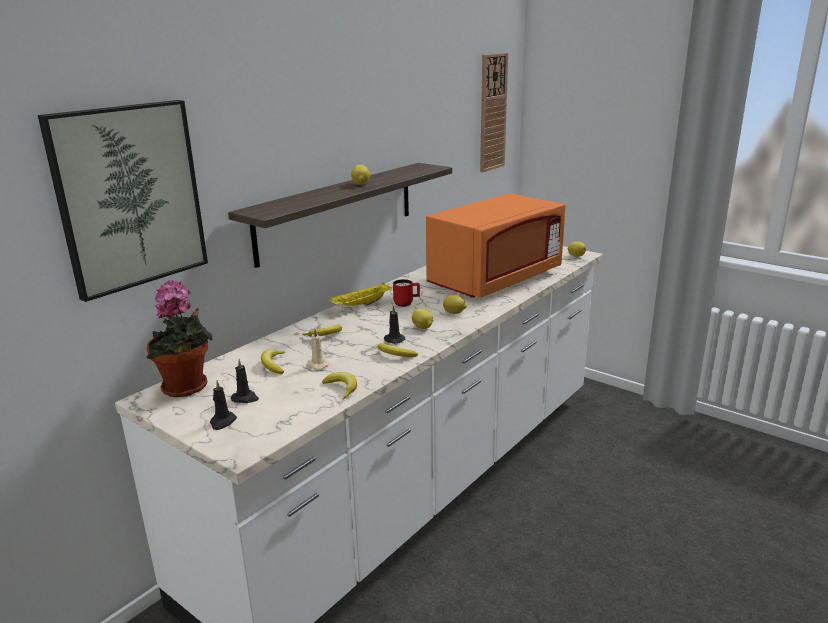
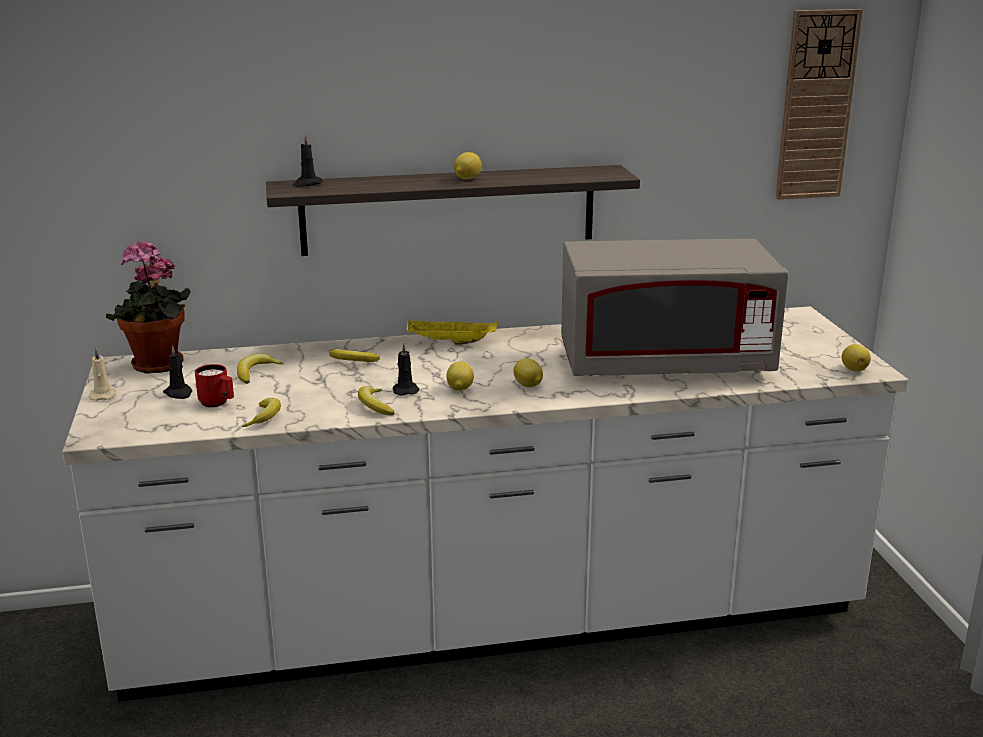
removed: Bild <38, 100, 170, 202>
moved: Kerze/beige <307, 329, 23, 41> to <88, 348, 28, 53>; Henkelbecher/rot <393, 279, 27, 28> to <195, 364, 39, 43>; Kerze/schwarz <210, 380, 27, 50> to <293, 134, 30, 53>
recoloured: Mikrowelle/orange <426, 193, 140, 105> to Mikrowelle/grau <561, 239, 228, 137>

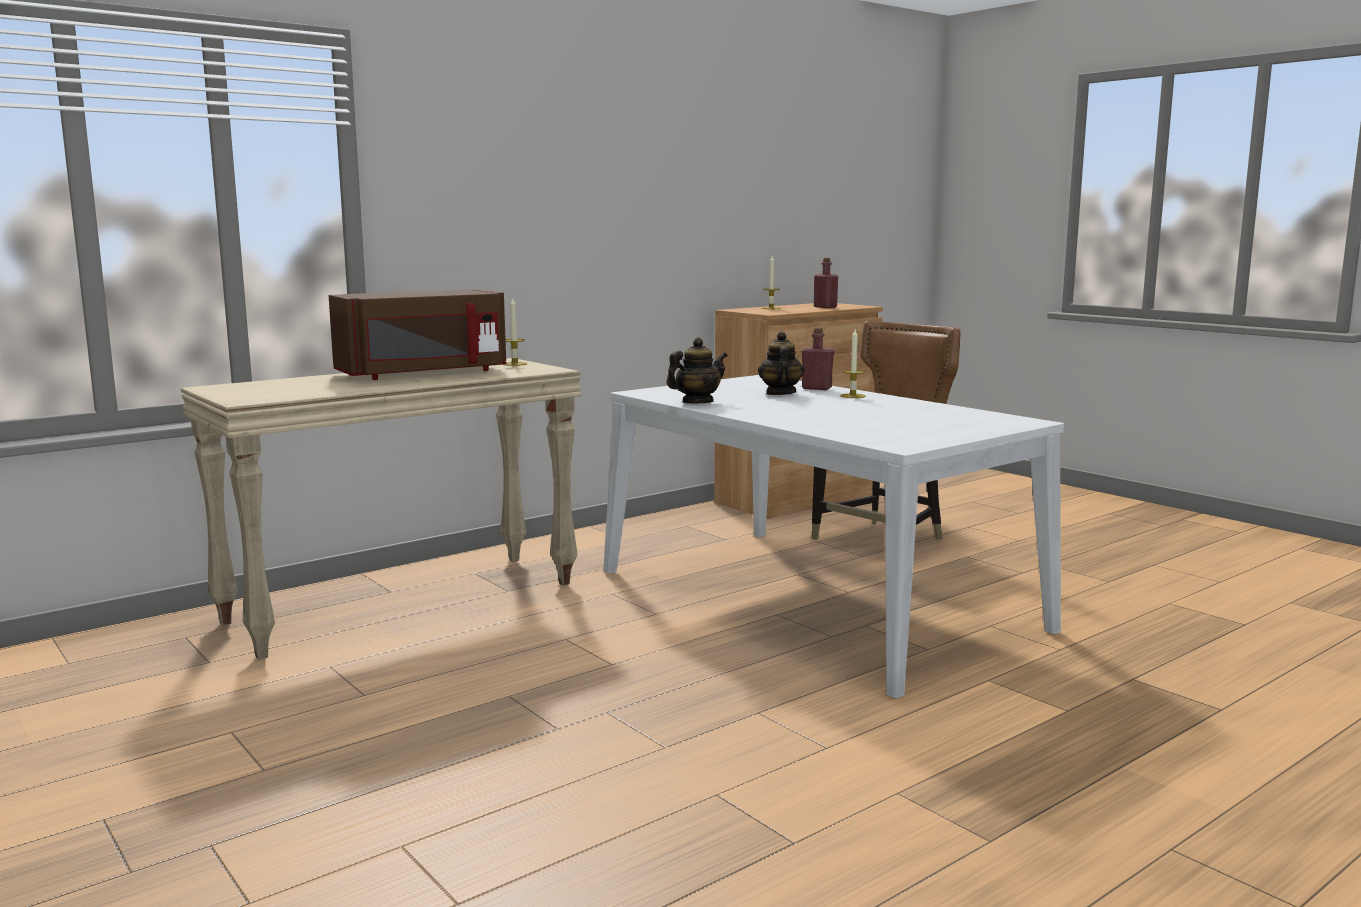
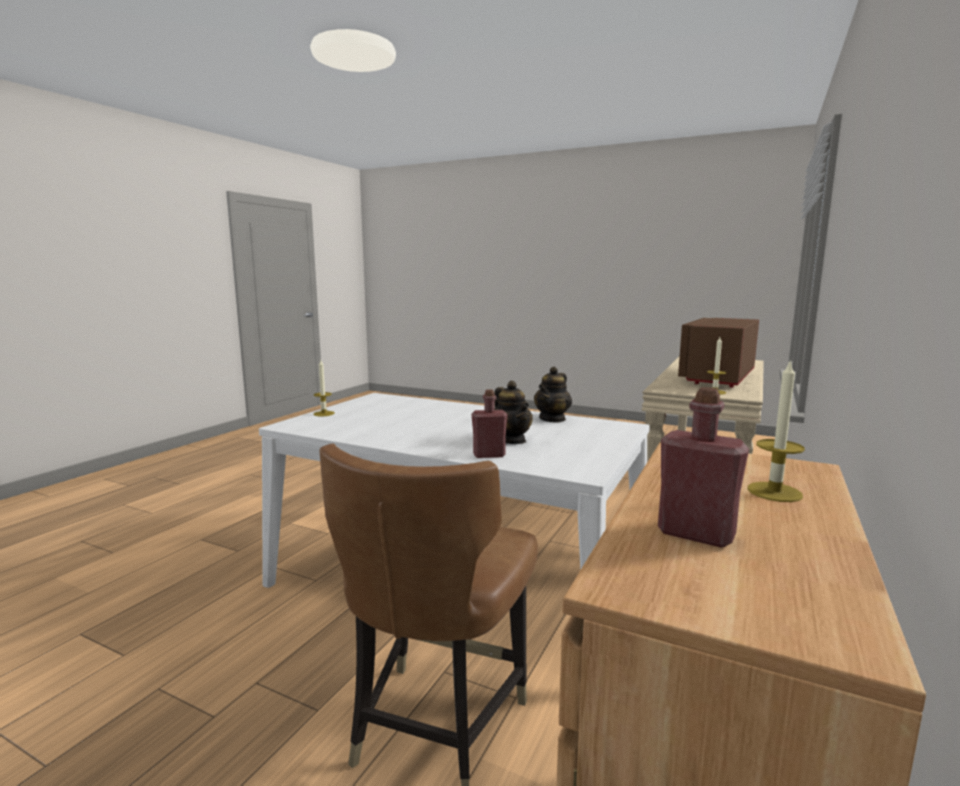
moved: Kerze <840, 330, 26, 68> to <313, 360, 22, 56>

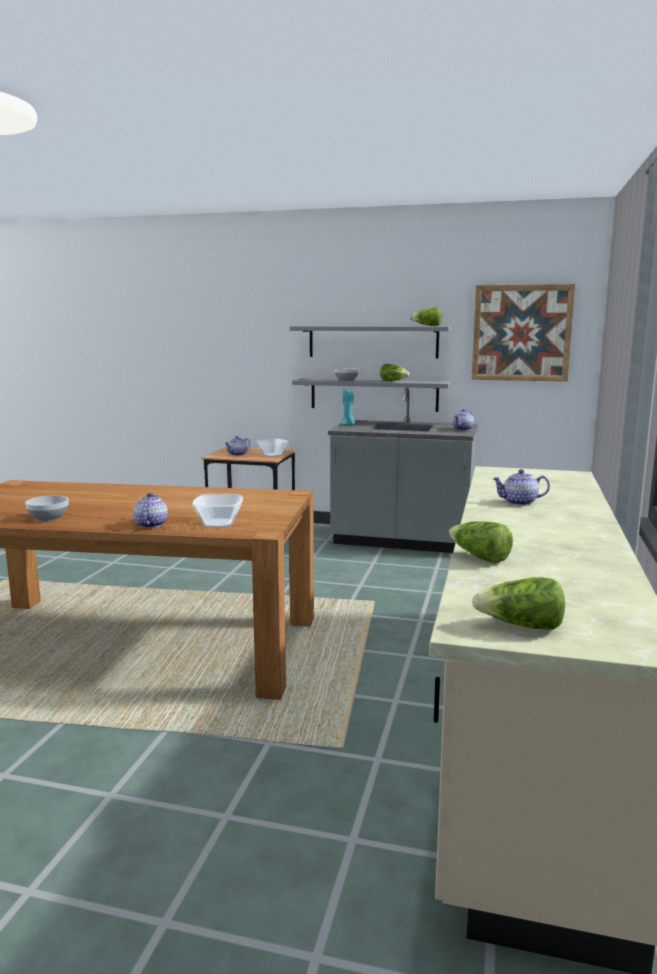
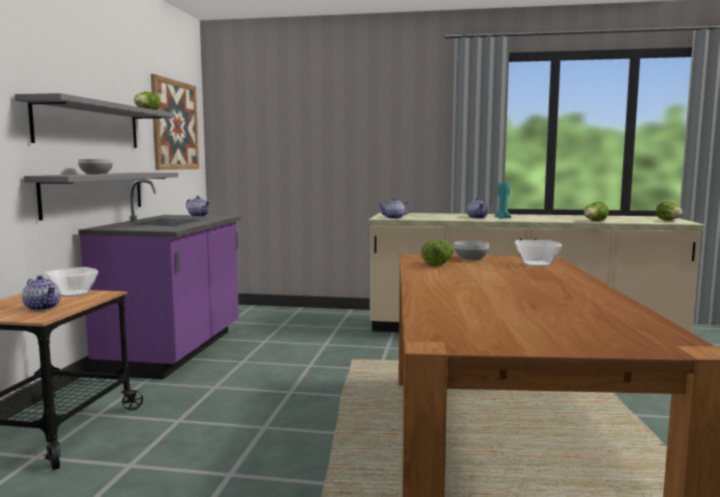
moved: Teekanne <133, 493, 35, 35> to <378, 198, 33, 21>; Salatkopf <380, 364, 30, 17> to <421, 240, 32, 26>; Schüssel <25, 496, 44, 25> to <454, 241, 35, 19>; Kerze/türkis <341, 390, 14, 35> to <494, 182, 17, 37>
recoloured: Küchenzeile/grau <328, 387, 150, 166> to Küchenzeile/lila <78, 179, 163, 200>

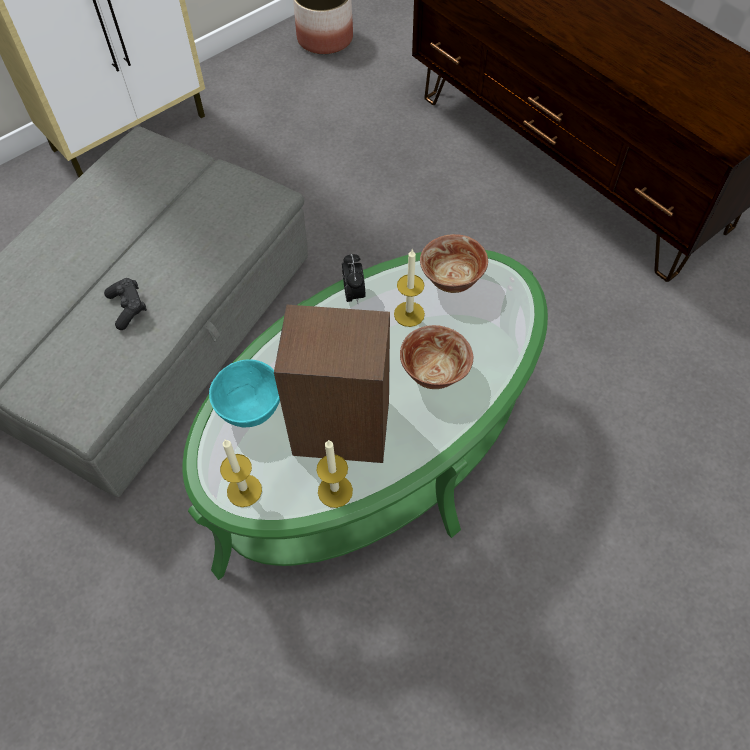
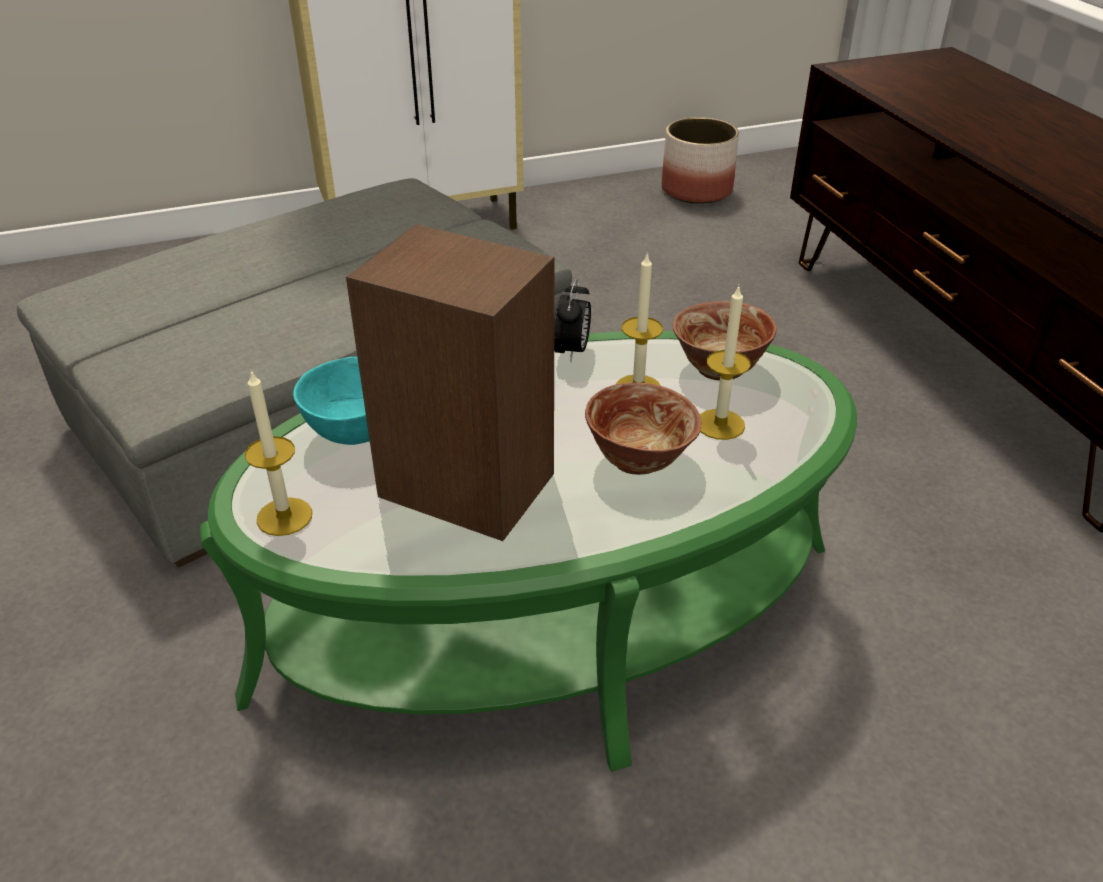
removed: Gamepad/schwarz <104, 278, 43, 52>
moved: Kerze <316, 440, 37, 68> to <700, 286, 51, 154>

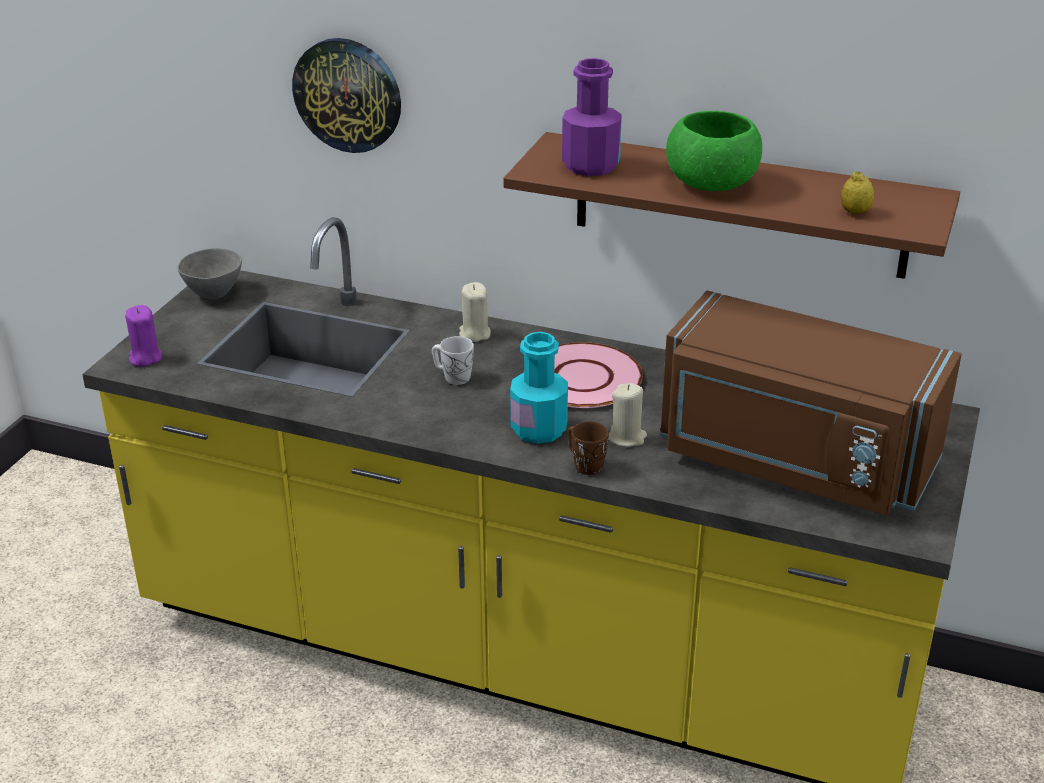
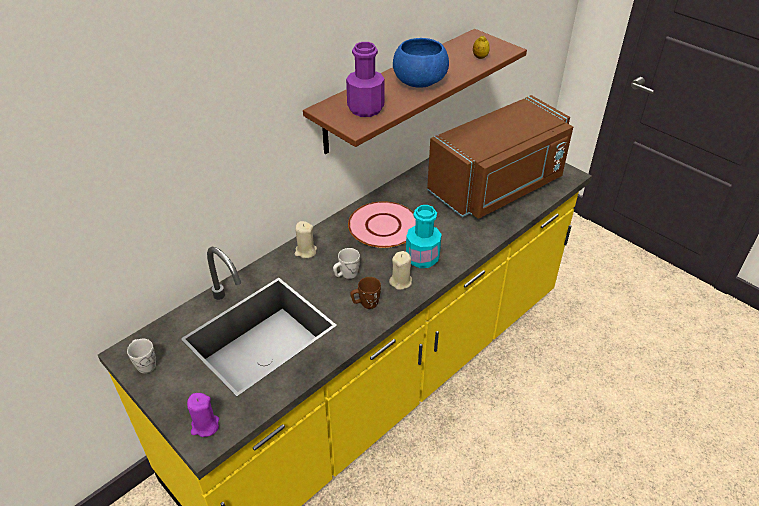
removed: Wanduhr <292, 38, 109, 115>
moved: Henkelbecher/braun <567, 421, 42, 54> to <350, 277, 31, 32>; Kerze/beige <608, 383, 39, 64> to <389, 251, 23, 39>
replaced: Schüssel/grau <178, 248, 64, 51> to Henkelbecher/weiß <127, 339, 29, 34>
recoloured: Schüssel/grün <666, 111, 96, 80> to Schüssel/blau <393, 38, 56, 50>

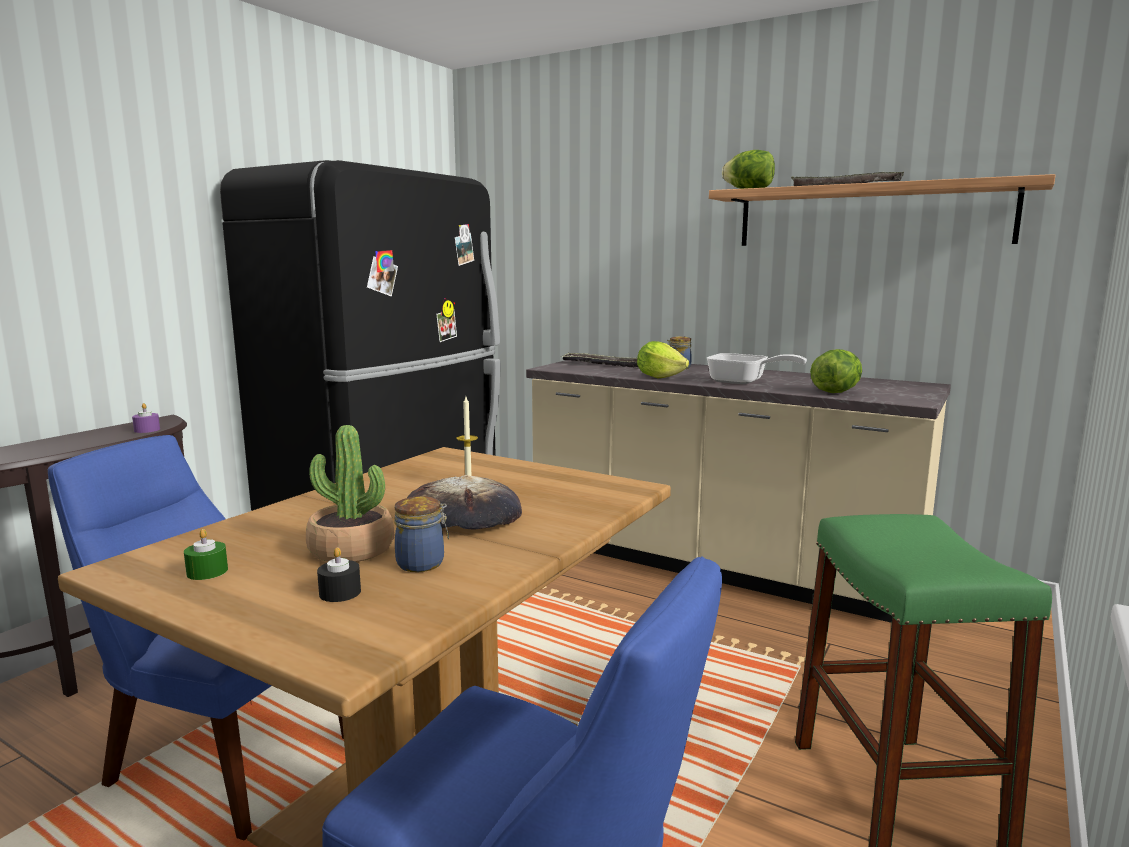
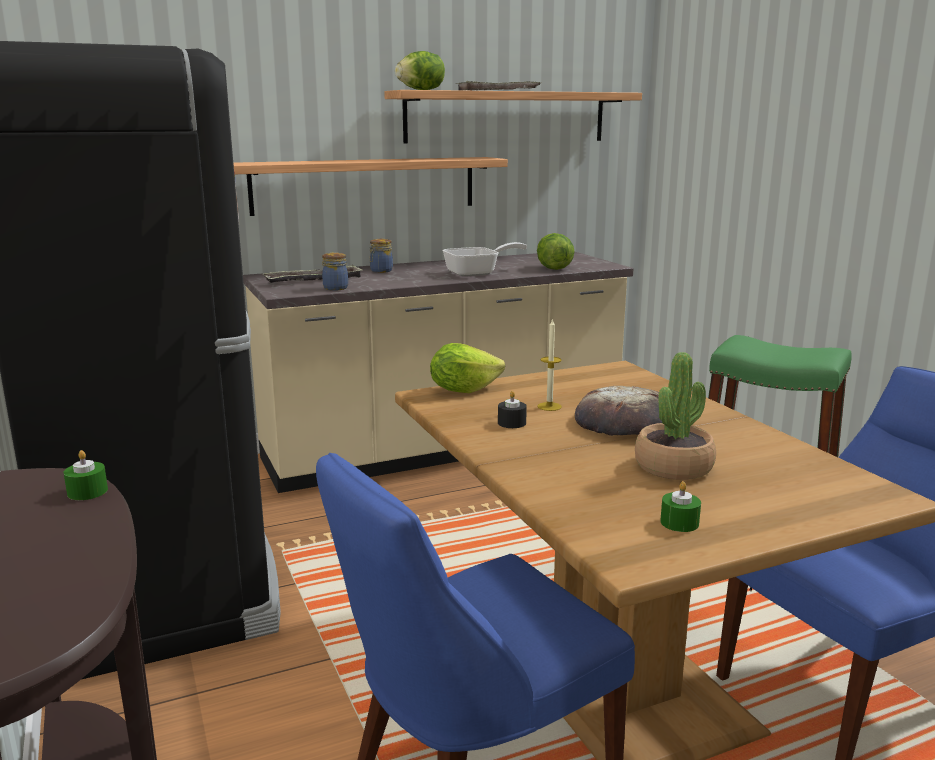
added: Wandregal <233, 157, 275, 59>
moved: Vorratsglas <394, 496, 55, 76> to <322, 253, 26, 38>; Salatkopf <637, 341, 52, 38> to <430, 343, 75, 50>; Kerze/schwarz <317, 547, 44, 55> to <498, 391, 29, 37>
recoloured: Kerze/lila <132, 403, 28, 30> to Kerze/grün <64, 450, 44, 50>

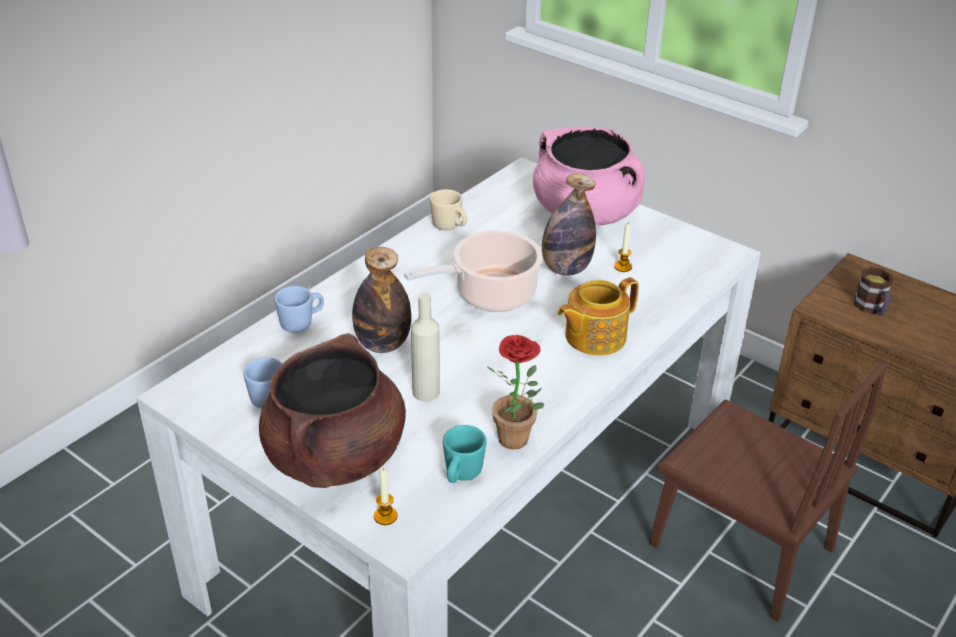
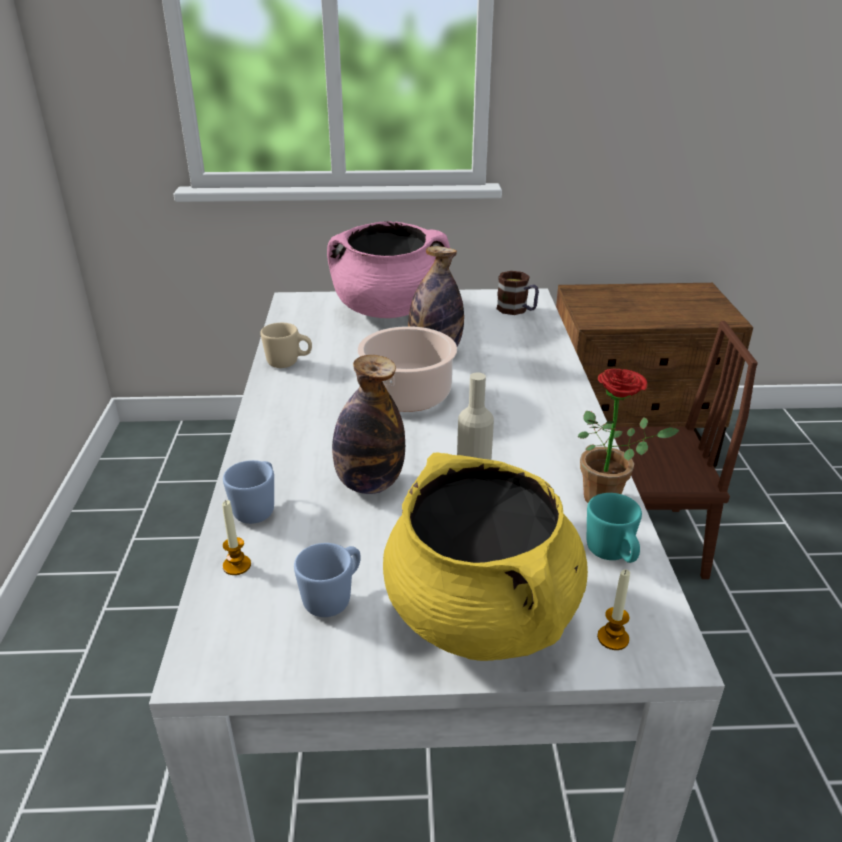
removed: Teekanne <557, 277, 82, 78>
moved: Kerze <614, 223, 18, 49> to <222, 500, 29, 75>; Henkelbecher <854, 267, 39, 48> to <497, 271, 42, 44>
recoloured: Kochtopf/braun <259, 333, 147, 155> to Kochtopf/gelb <383, 452, 205, 209>

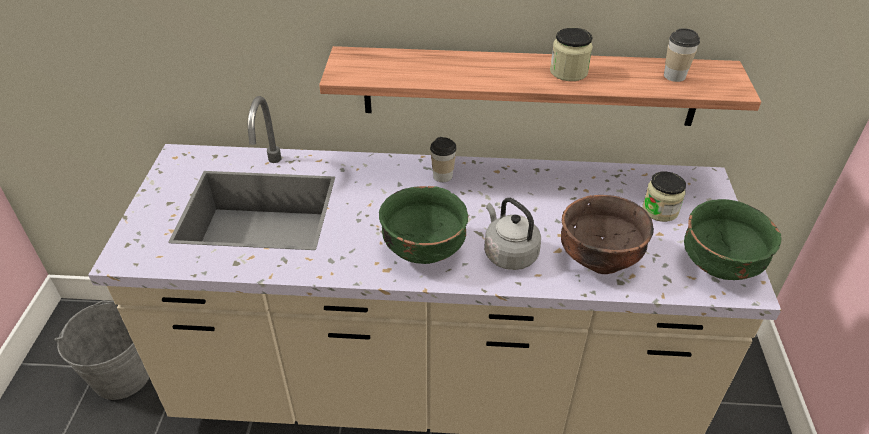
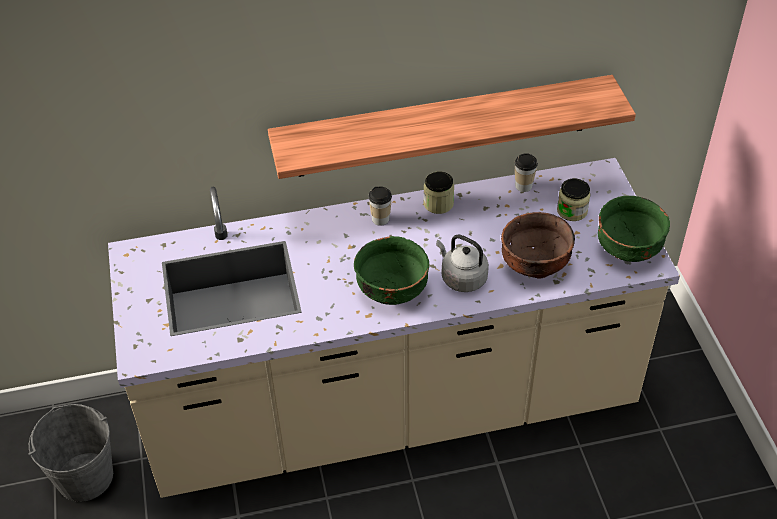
moved: Vorratsglas <550, 28, 43, 53> to <424, 172, 30, 42>; Tasse <664, 28, 36, 54> to <515, 153, 23, 39>

